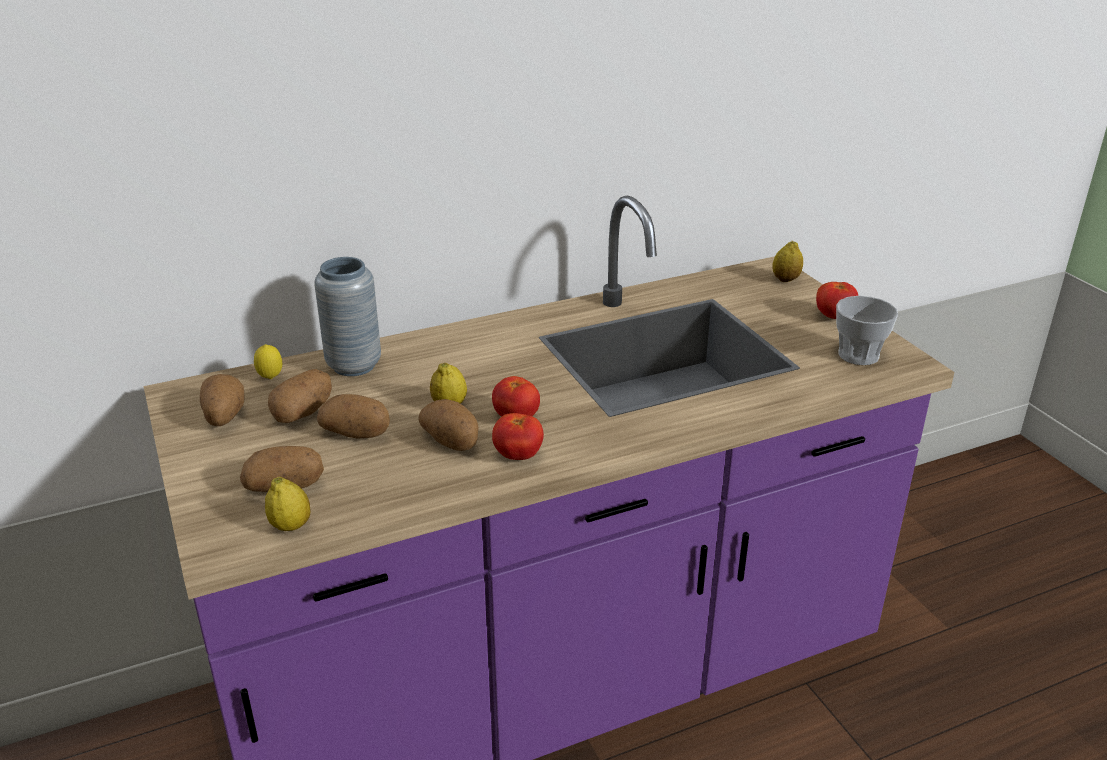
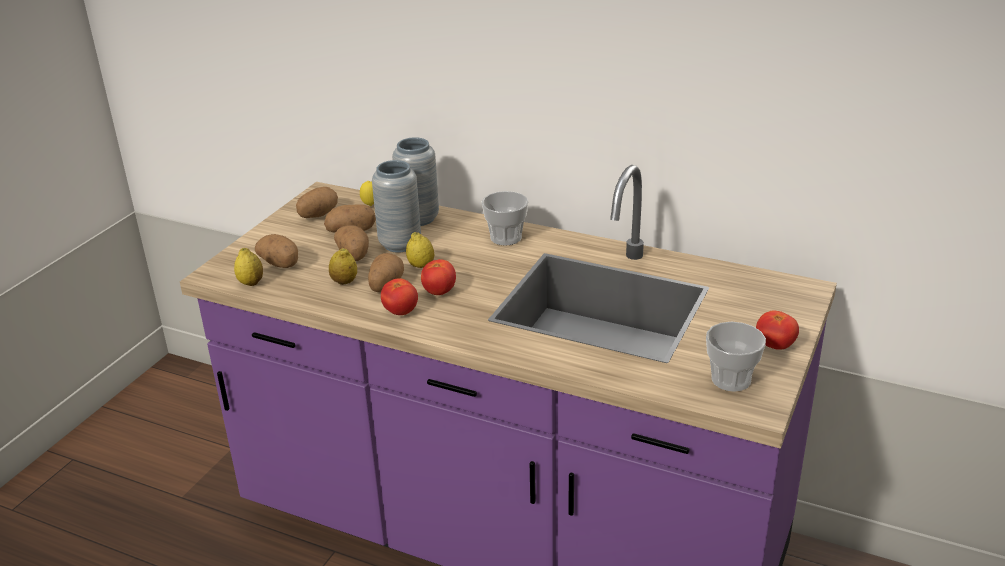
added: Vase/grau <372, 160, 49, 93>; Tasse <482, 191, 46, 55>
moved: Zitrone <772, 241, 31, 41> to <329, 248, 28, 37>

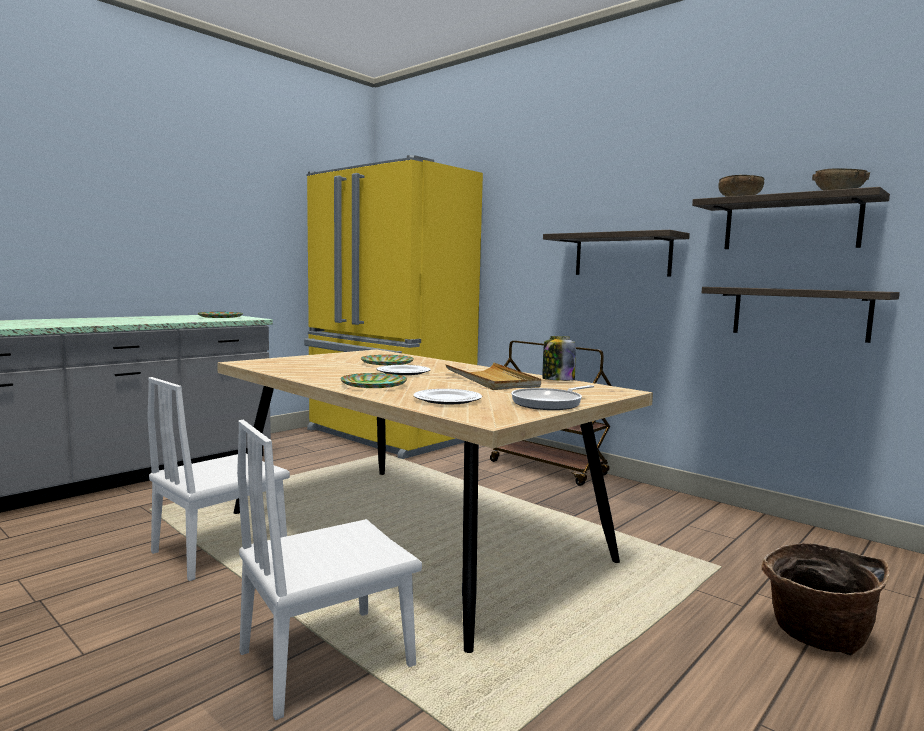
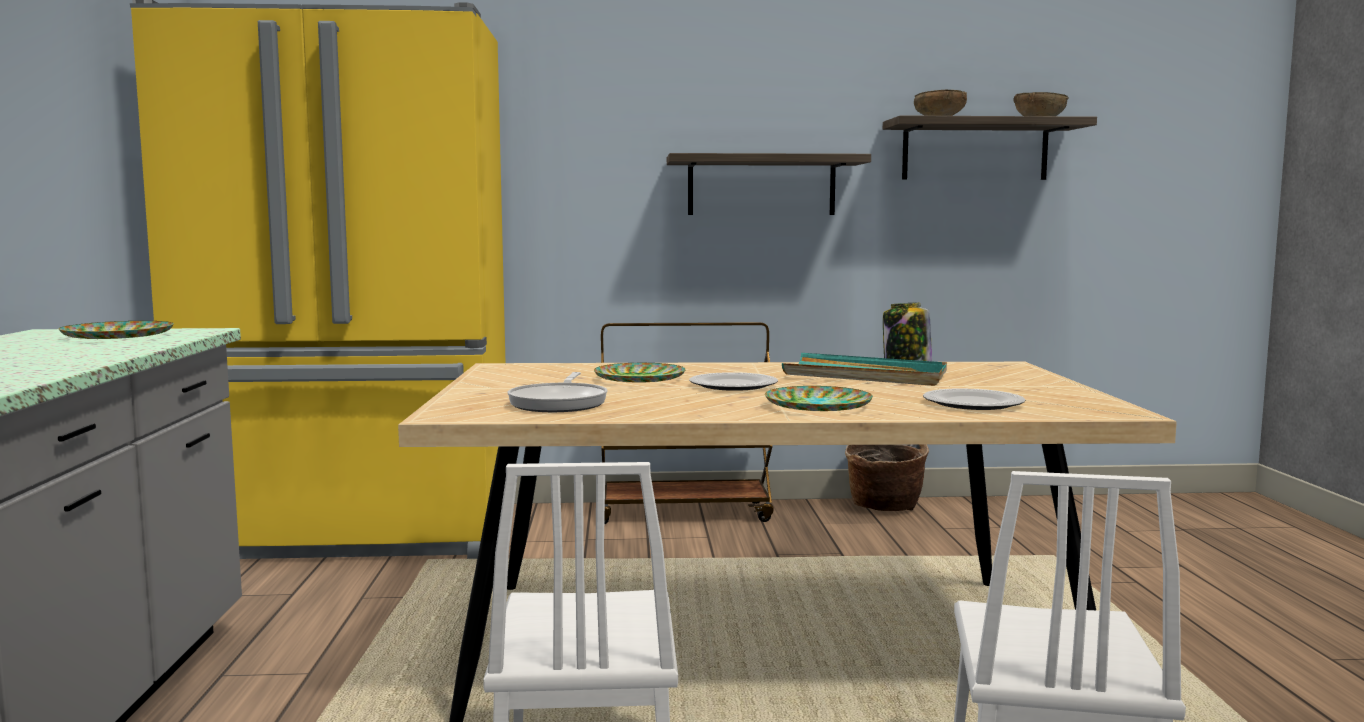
removed: Wandregal <702, 287, 198, 56>
moved: Pfanne <511, 385, 83, 25> to <507, 372, 101, 40>; Korb <761, 543, 128, 112> to <845, 445, 84, 66>
recoloured: Tablett/beige <445, 362, 96, 28> to Tablett/türkis <782, 353, 165, 33>

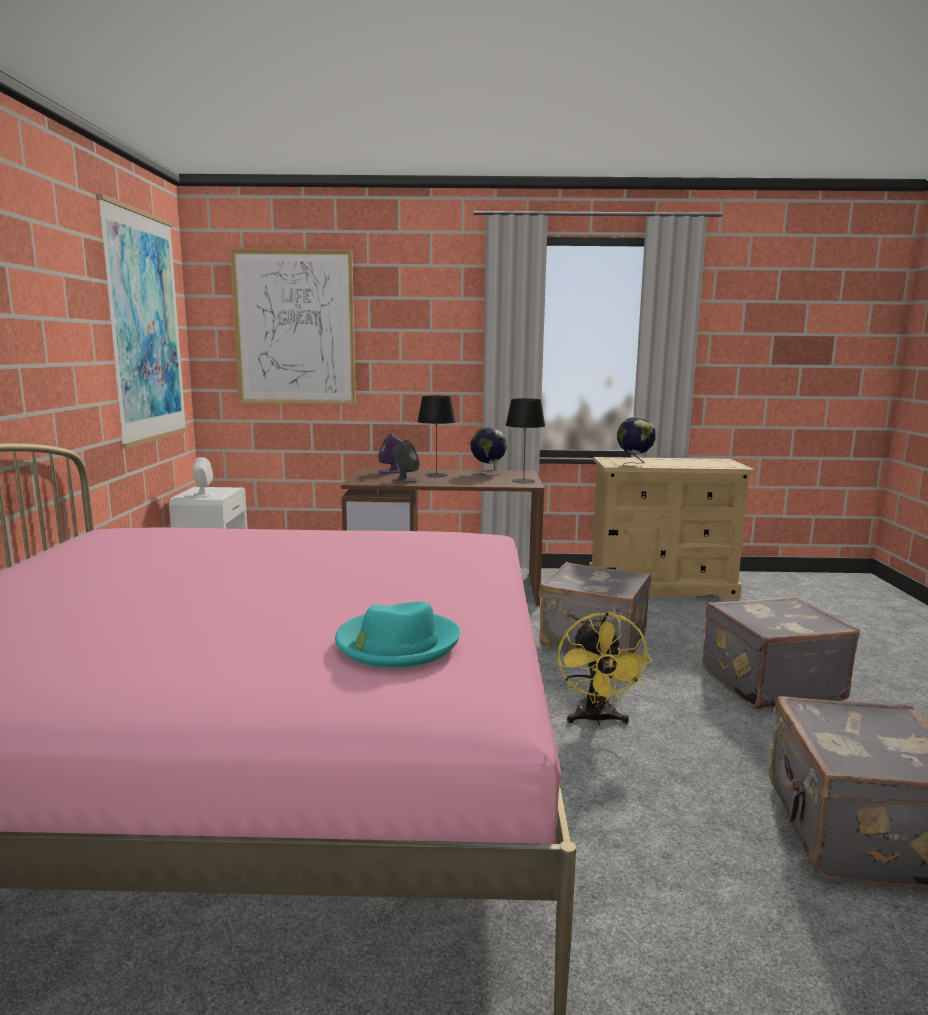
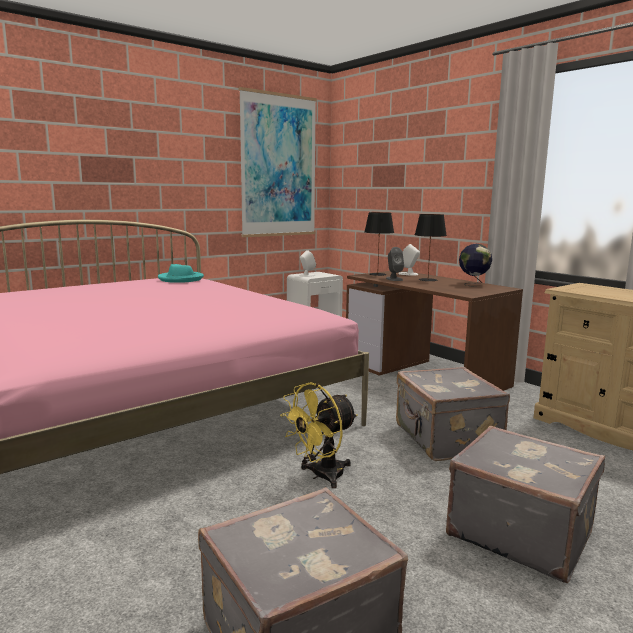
removed: Bild <230, 249, 126, 156>; Globus <617, 416, 39, 51>
moved: Hut/türkis <335, 601, 125, 67> to <158, 264, 46, 19>; Tischlampe/schwarz <506, 398, 39, 86> to <365, 212, 29, 64>
recoloured: Lautsprecher/lila <379, 434, 23, 40> to Lautsprecher/weiß <398, 244, 22, 32>

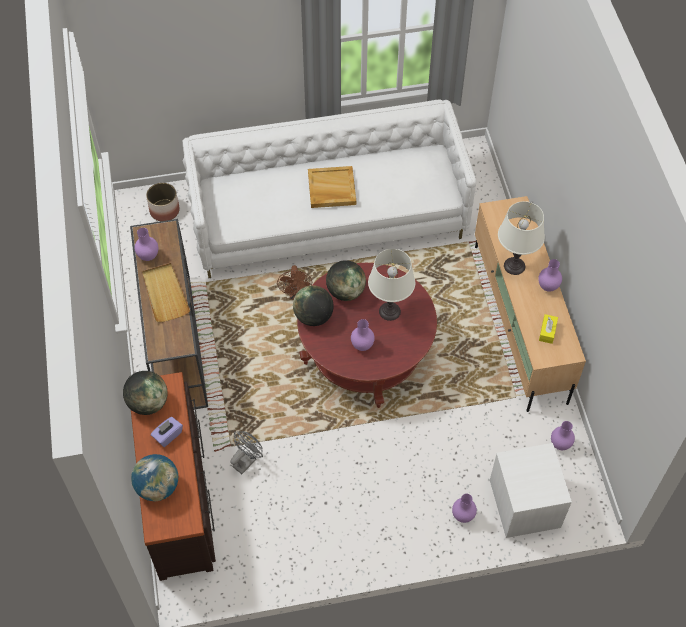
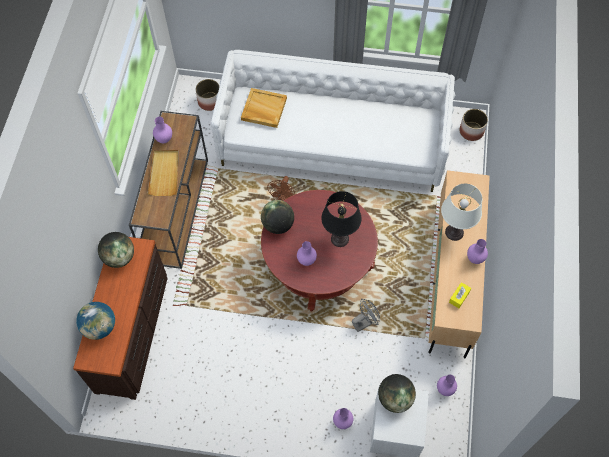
removed: Taschentuchbox/lila <151, 417, 32, 30>
added: Pflanzkübel <459, 109, 29, 32>
moved: Tablett/beige <308, 166, 48, 42> to <241, 88, 46, 40>; Ventilator/grau <230, 431, 33, 43> to <352, 299, 28, 33>; Globus <326, 260, 40, 41> to <378, 374, 38, 39>
recoloured: Tischlampe/weiß <368, 249, 47, 72> to Tischlampe/schwarz <321, 191, 40, 56>

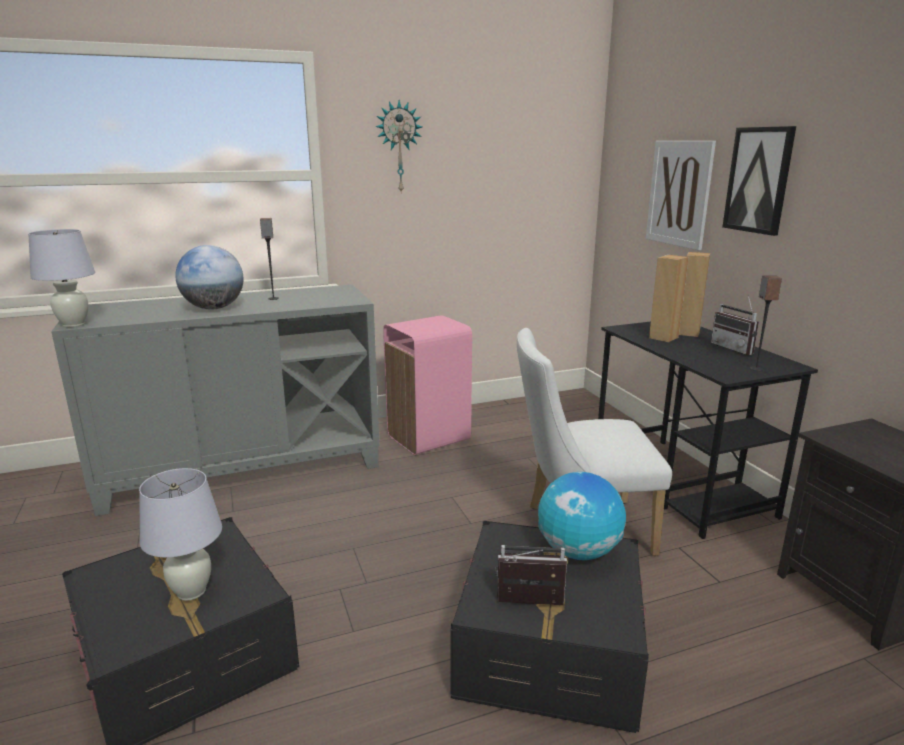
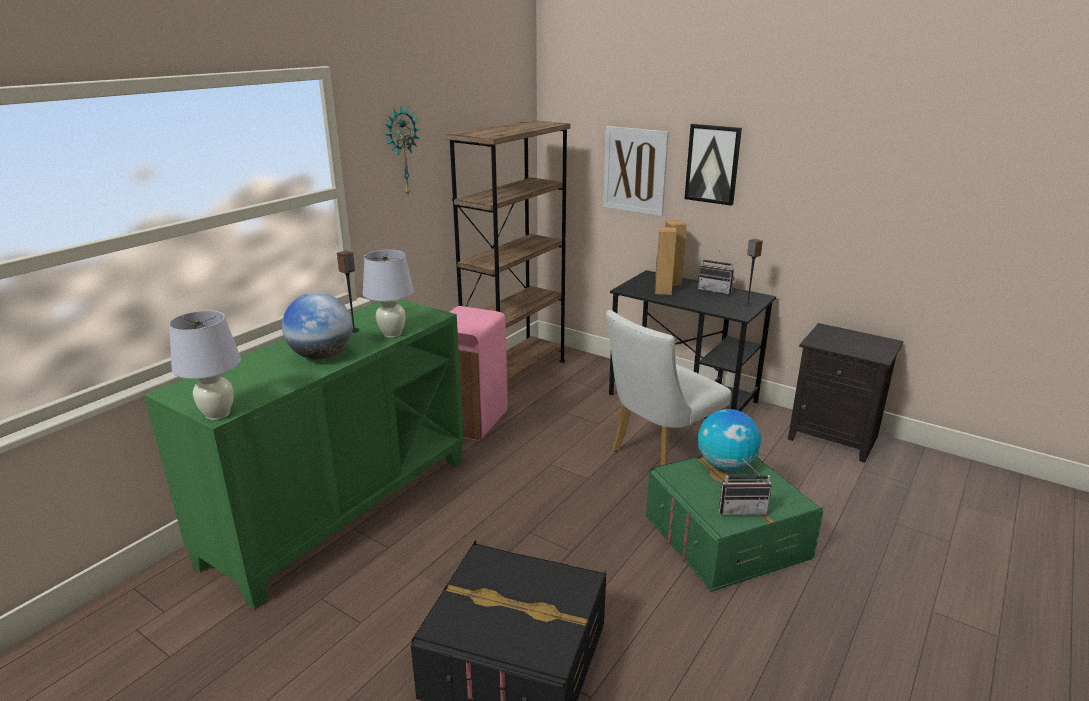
added: Bücherregal/braun <446, 120, 124, 264>
moved: Tischlampe/weiß <139, 468, 83, 133> to <363, 250, 51, 88>
recoloured: Schrank/grau <51, 285, 329, 231> to Schrank/grün <144, 299, 320, 310>; Aufbewahrungsbox/schwarz <451, 521, 198, 212> to Aufbewahrungsbox/grün <646, 455, 178, 137>
turned: Radio <496, 545, 71, 60> = <719, 456, 53, 59> 150 degrees counterclockwise

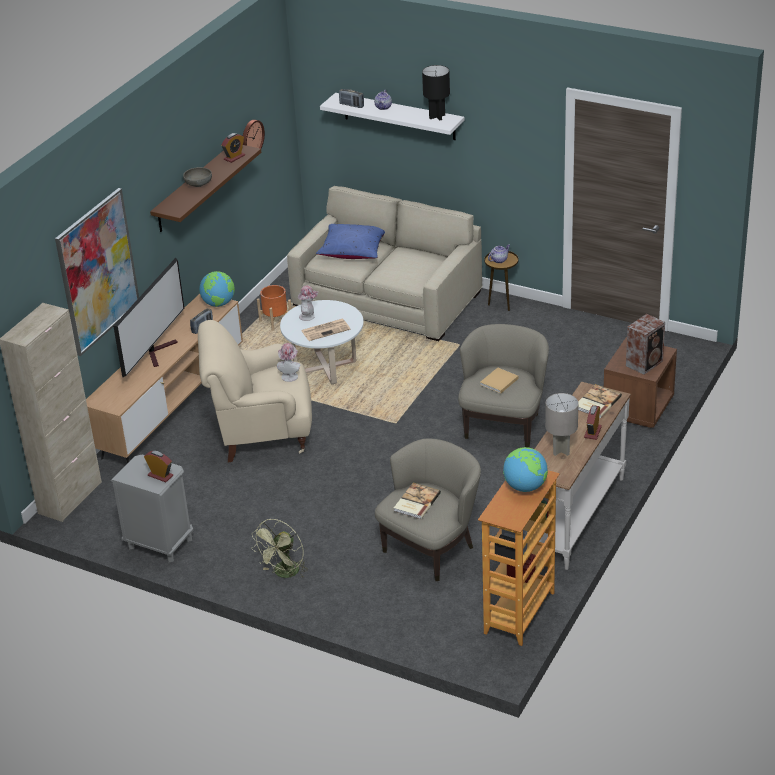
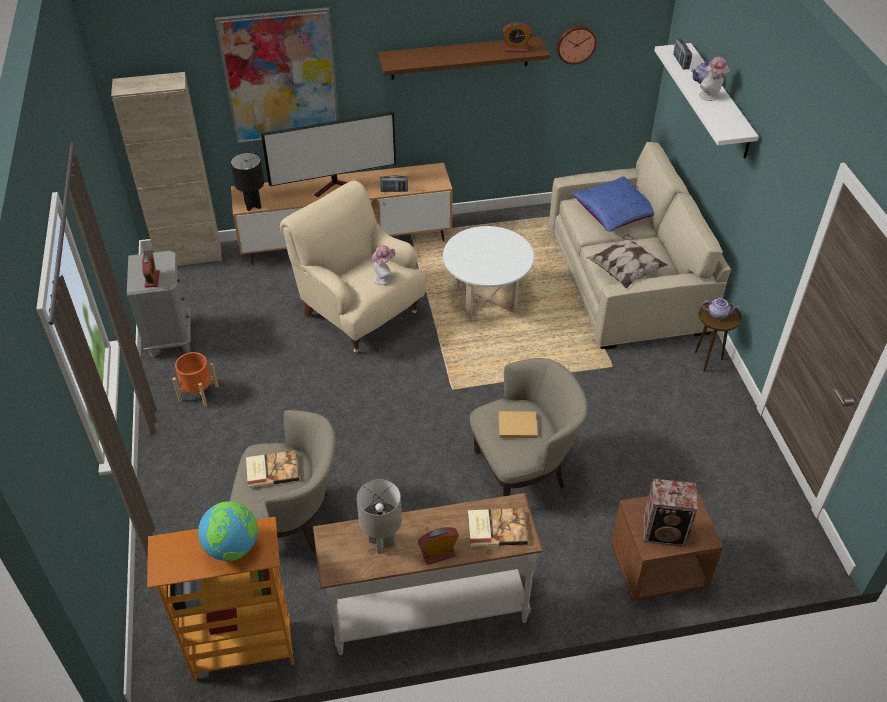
removed: Schüssel/grau <183, 167, 29, 20>; Globus <199, 271, 36, 36>; Ventilator/grün <251, 519, 57, 59>; Zeitung <301, 319, 49, 22>
added: Kissen <586, 234, 82, 55>
moved: Pflanzkübel/orange <257, 285, 35, 46> to <172, 352, 46, 55>; Tischlampe/schwarz <422, 65, 28, 55> to <231, 152, 33, 59>; Hut <298, 285, 20, 36> to <699, 57, 31, 44>

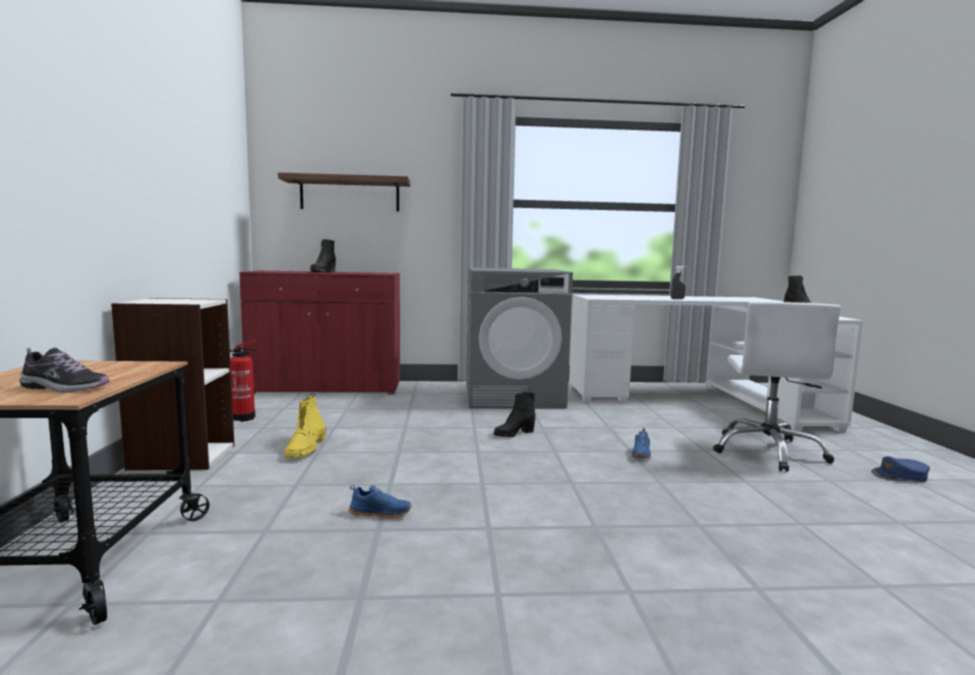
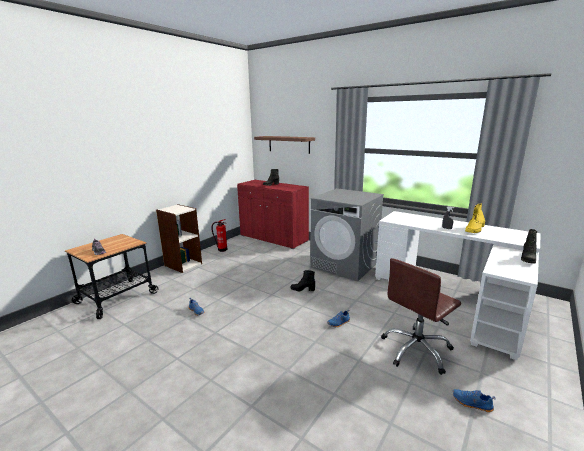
moved: Stiefel/gelb <284, 396, 42, 62> to <465, 203, 20, 30>
replaced: Kappe/blau <871, 456, 59, 26> to Schuh/blau <452, 389, 44, 23>
recoloured: Bürostuhl/weiß <713, 302, 128, 170> to Bürostuhl/braun <381, 258, 80, 117>

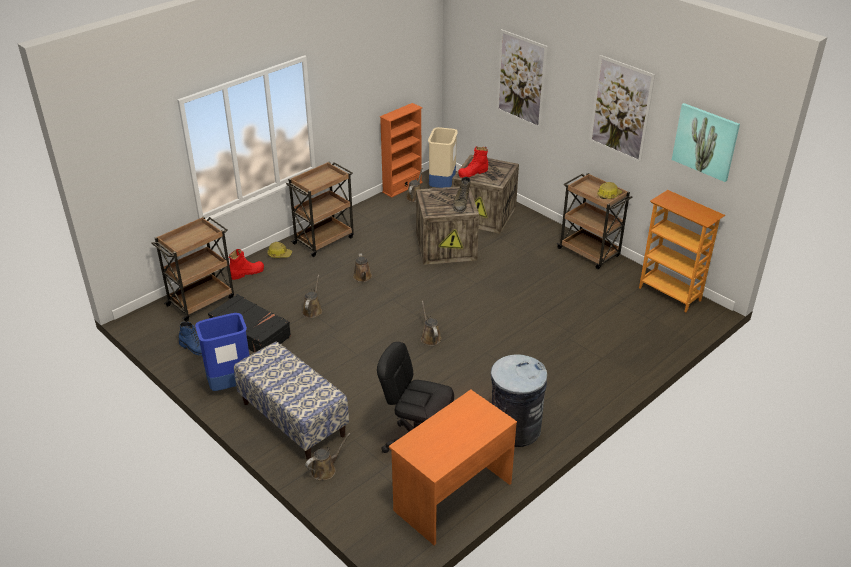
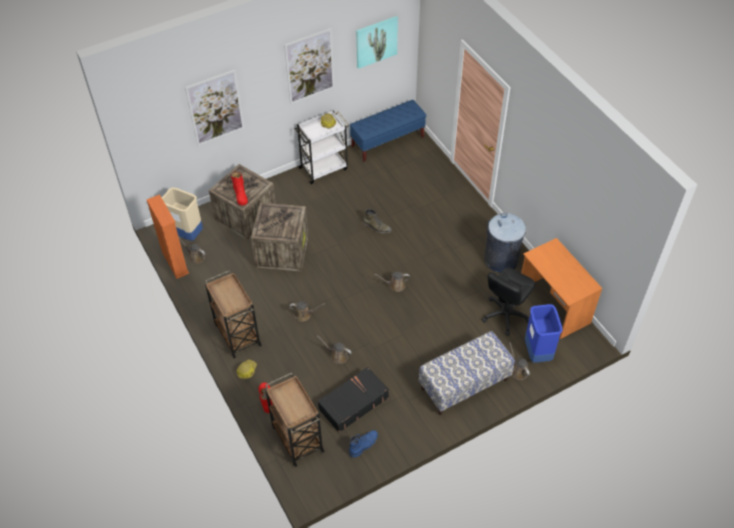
moved: Stiefel/grün <453, 177, 18, 36> to <363, 209, 29, 24>; Mülleimer/blau <195, 313, 55, 78> to <525, 304, 38, 59>
replaced: Bücherregal <639, 190, 86, 123> to Bank/blau <350, 100, 76, 62>
recoloured: Rollwagen/braun <556, 173, 77, 96> to Rollwagen/weiß <294, 110, 55, 74>

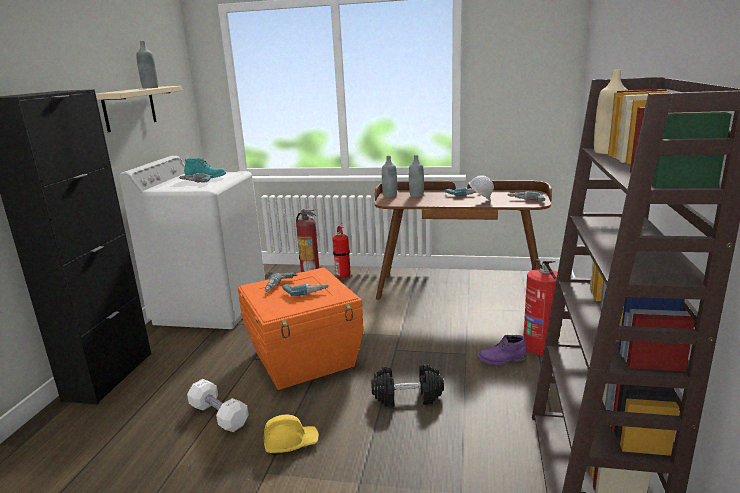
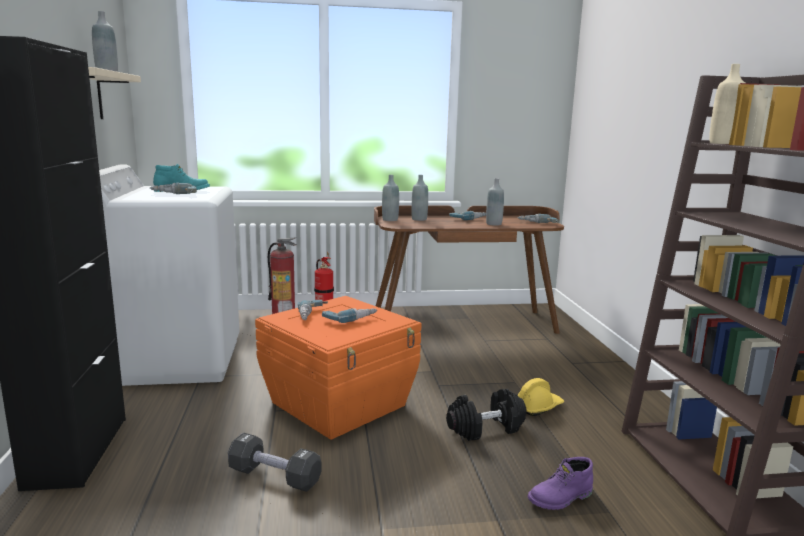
removed: Feuerlöscher <524, 259, 34, 96>
moved: Schutzhelm/gelb <264, 414, 55, 41> to <518, 378, 46, 38>; Stiefel/lila <478, 335, 48, 30> to <528, 457, 65, 53>
replaced: Schutzhelm/weiß <469, 175, 25, 27> to Flasche/grau <486, 178, 18, 48>
recoloured: Hantel/weiß <187, 379, 62, 53> to Hantel/schwarz <228, 432, 94, 60>

